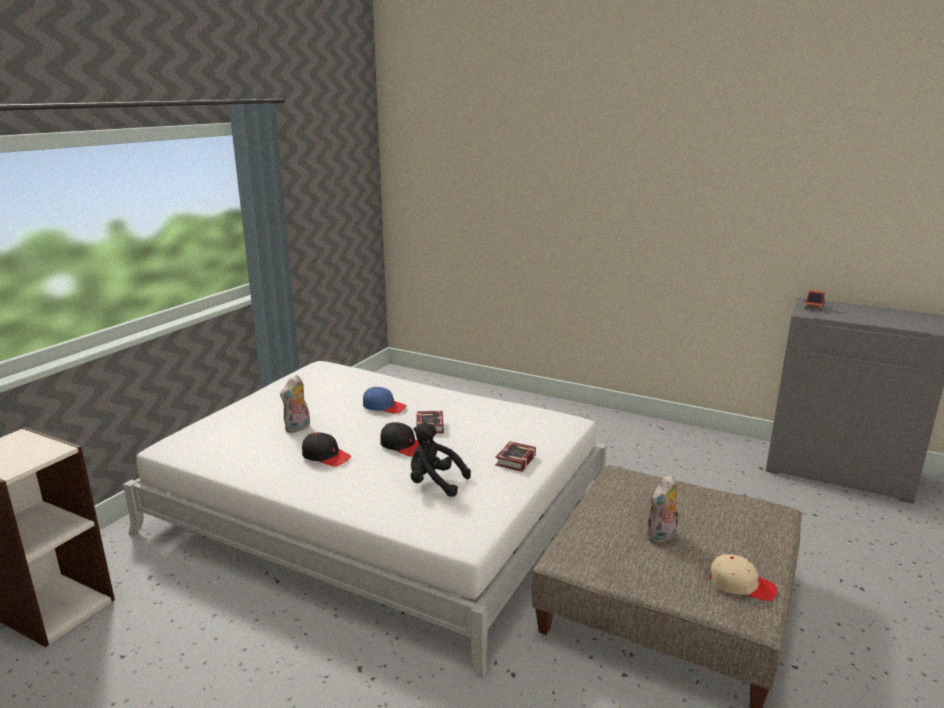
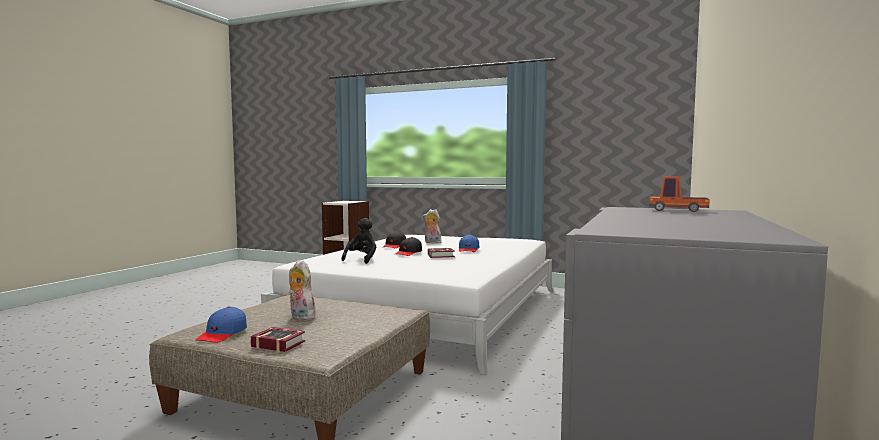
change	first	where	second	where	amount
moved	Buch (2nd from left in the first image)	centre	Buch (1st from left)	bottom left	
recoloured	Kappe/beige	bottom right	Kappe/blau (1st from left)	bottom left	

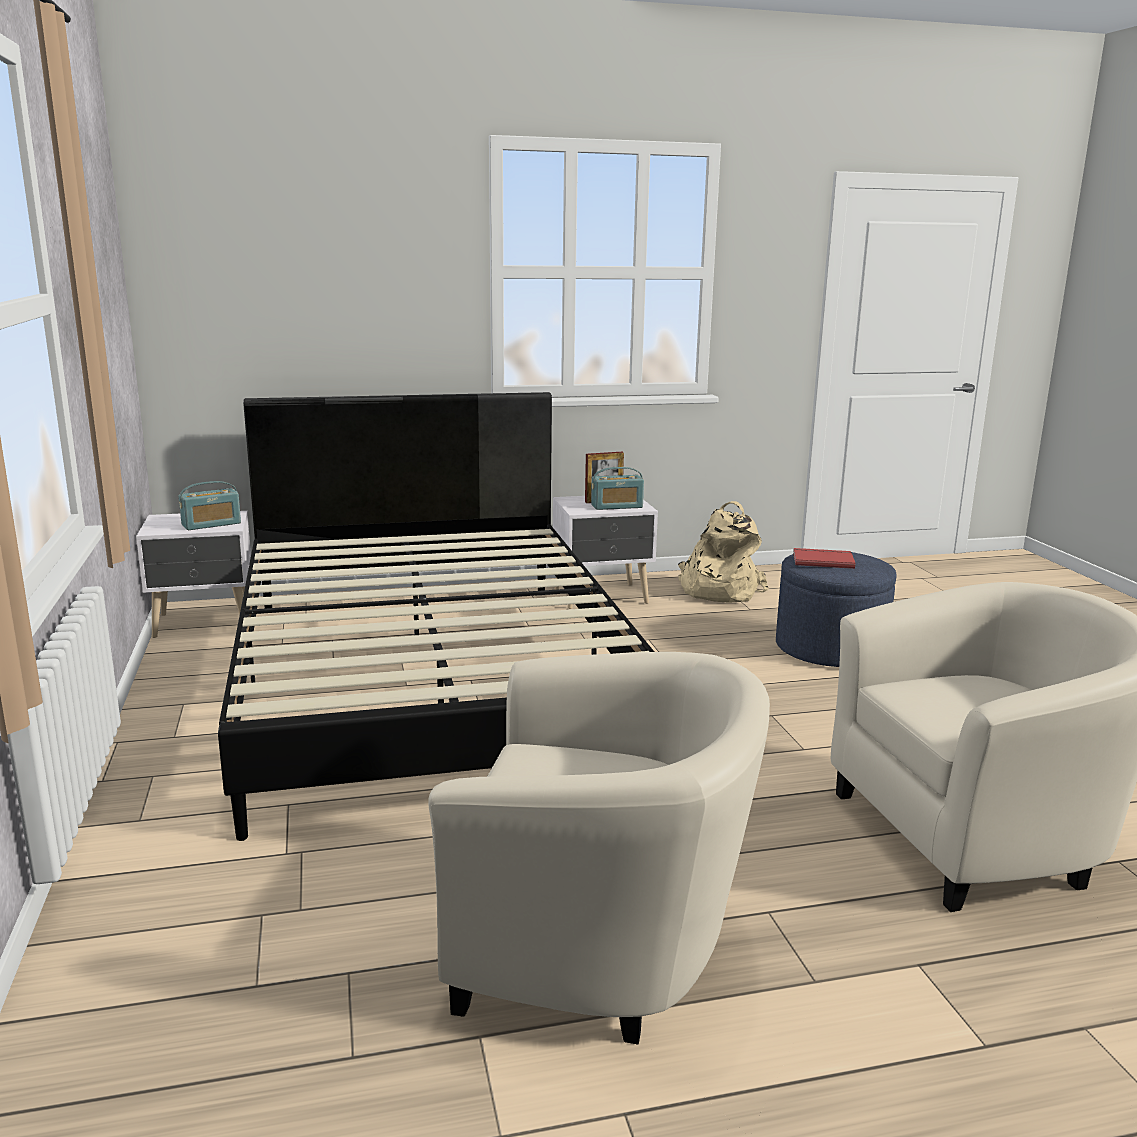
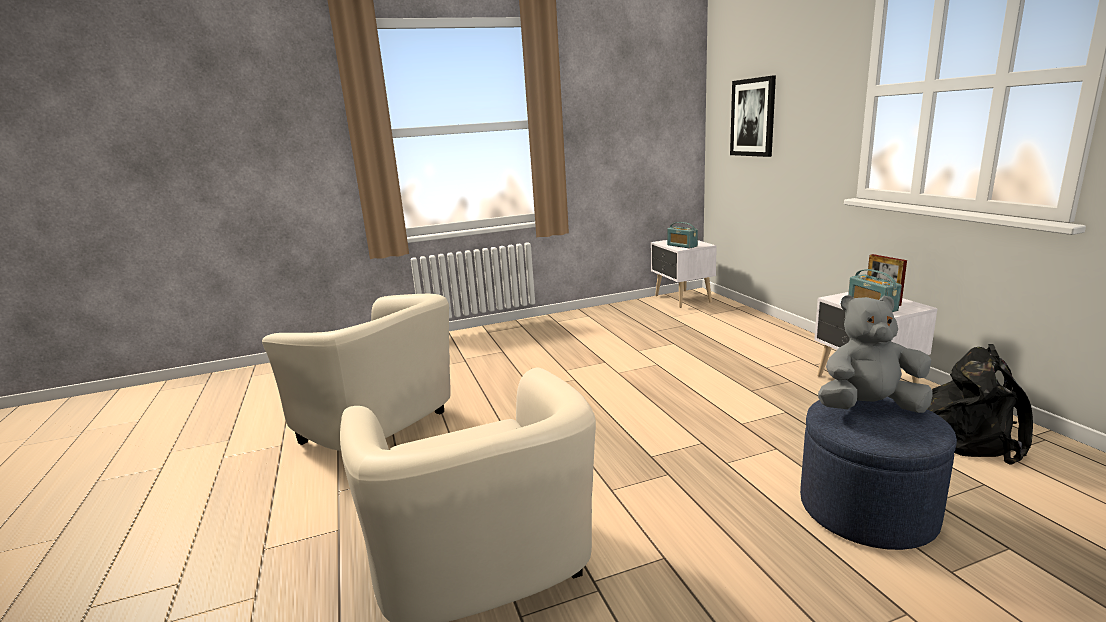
change	first	where	second	where	amount
removed	Bett/schwarz	centre			
turned	Sessel/beige (1st from left)	bottom centre		middle left	60 degrees counterclockwise
recoloured	Rucksack/beige	centre	Rucksack/schwarz	middle right	
replaced	Buch/rot	middle right	Plüschtier/grau	middle right	
added			Bild	top right	

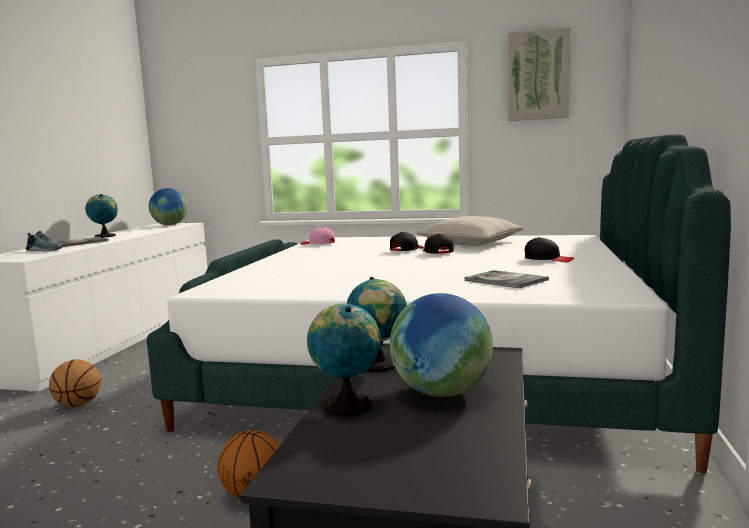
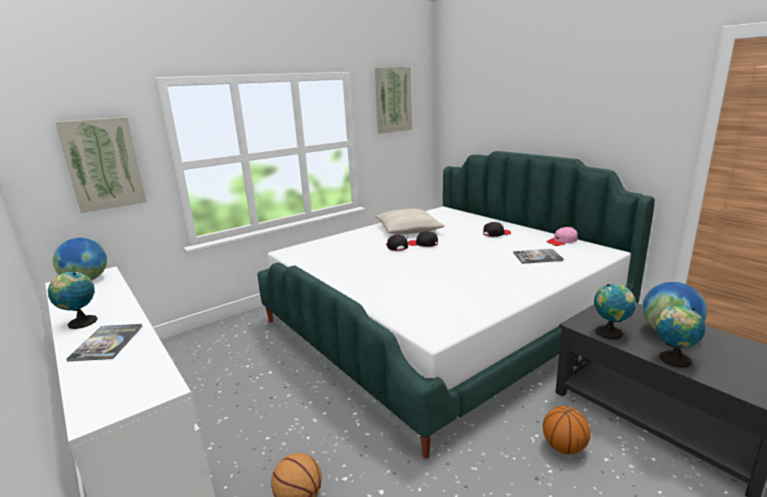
change	first	where	second	where	amount
removed	Schuh	middle left			
moved	Kappe/rosa	centre		middle right	
added			Bild (1st from left)	top left	

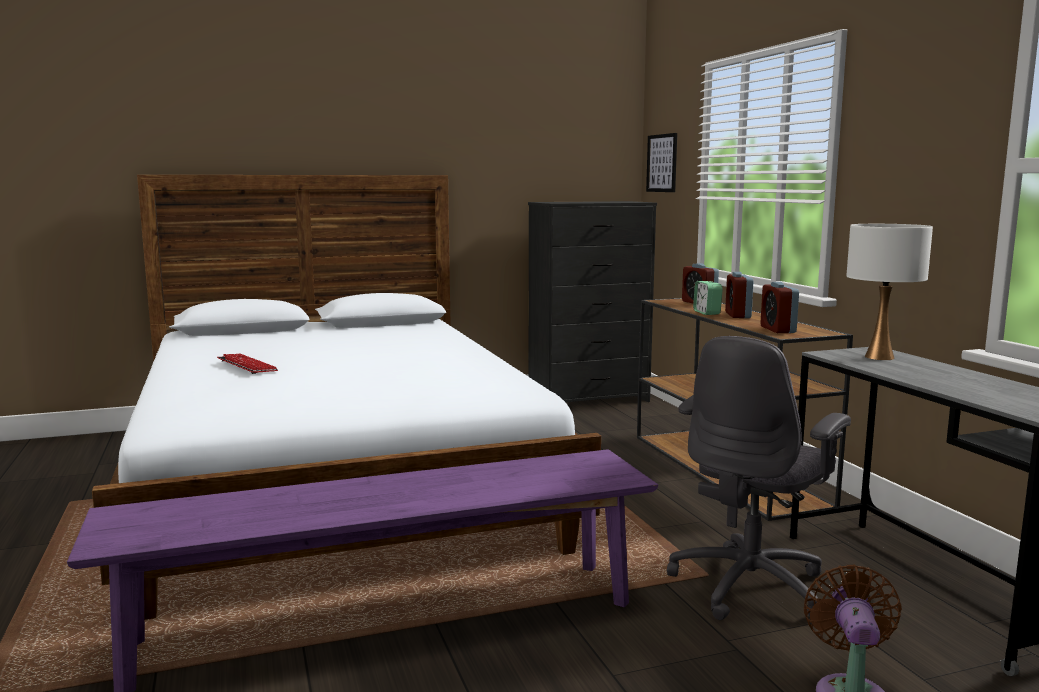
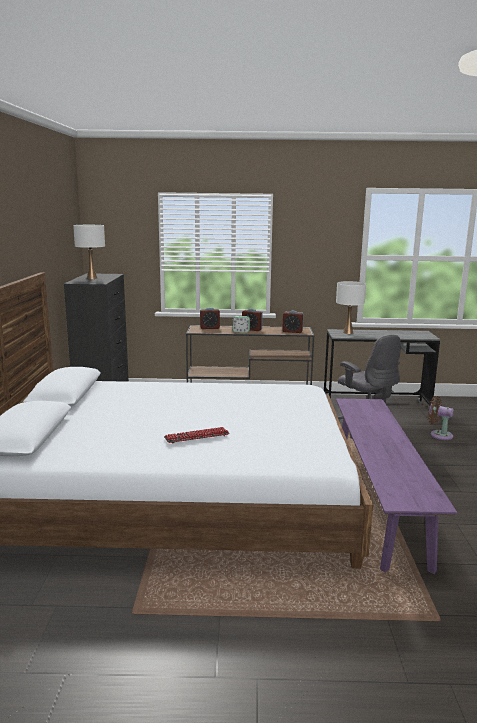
change	first	where	second	where	amount
removed	Bild	top centre			
added			Tischlampe/weiß (1st from left)	middle left	

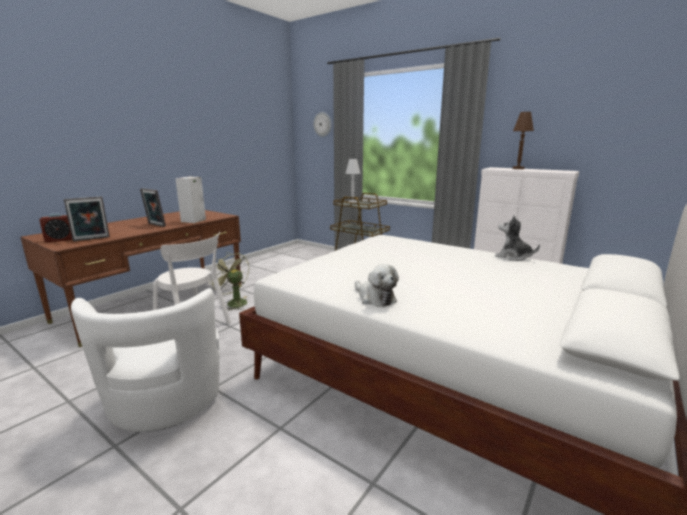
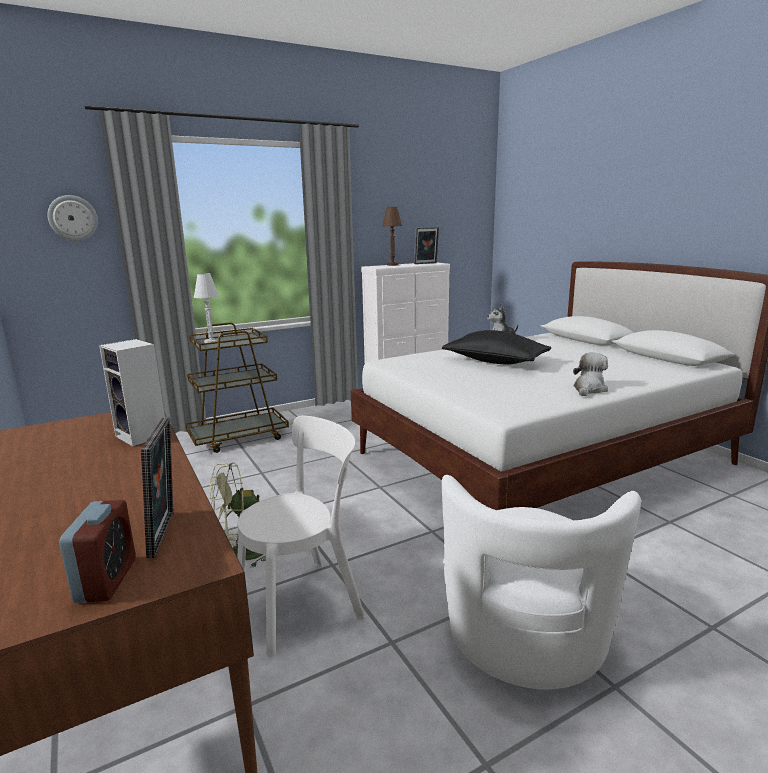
change	first	where	second	where	amount
turned	Sessel/weiß	bottom left		bottom right	90 degrees clockwise
moved	Bilderrahmen (2nd from left)	middle left		top centre	
turned	Plüschtier (1st from left in the first image)	centre	Plüschtier (2nd from left)	middle right	45 degrees counterclockwise
added			Kissen/schwarz	centre	

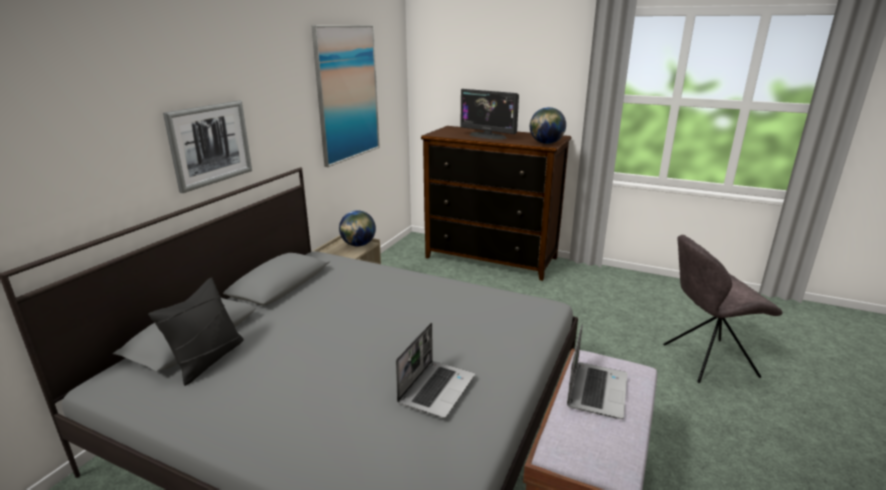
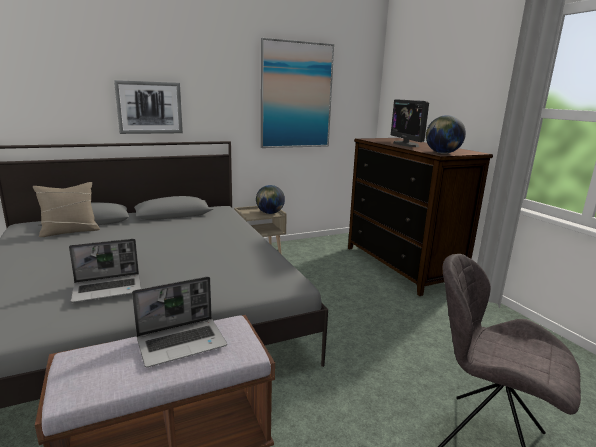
change	first	where	second	where	amount
recoloured	Kissen/schwarz	bottom left	Kissen/beige	middle left	

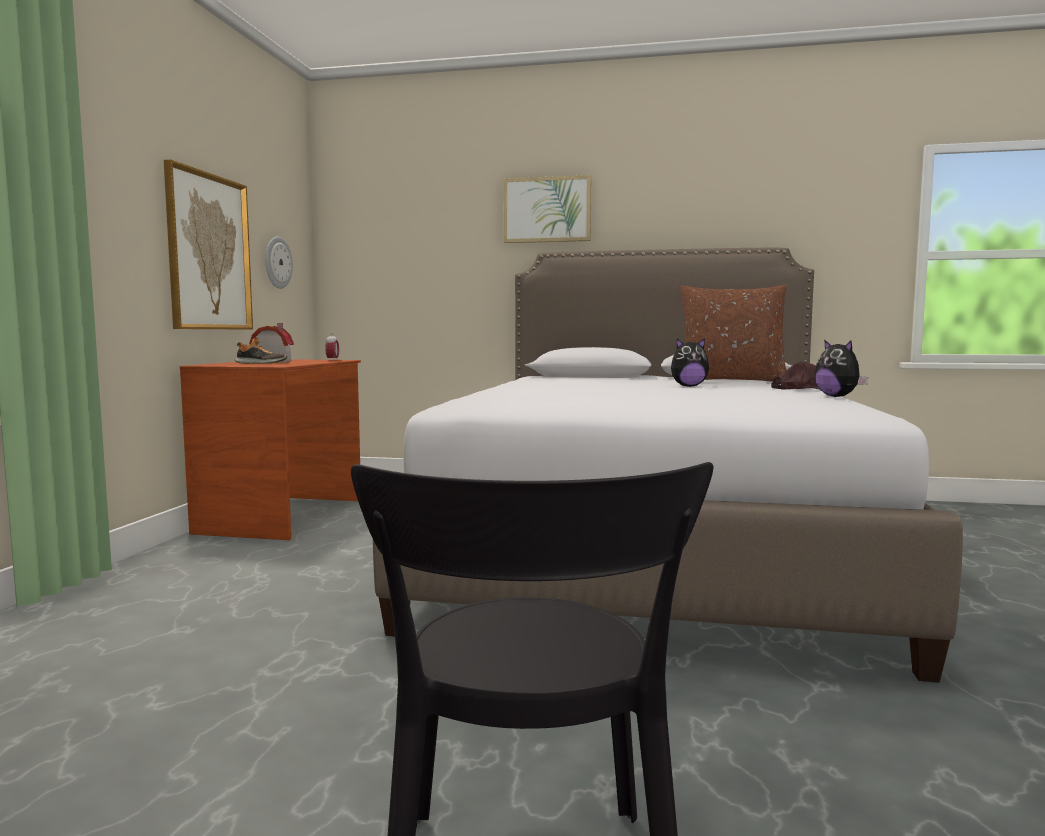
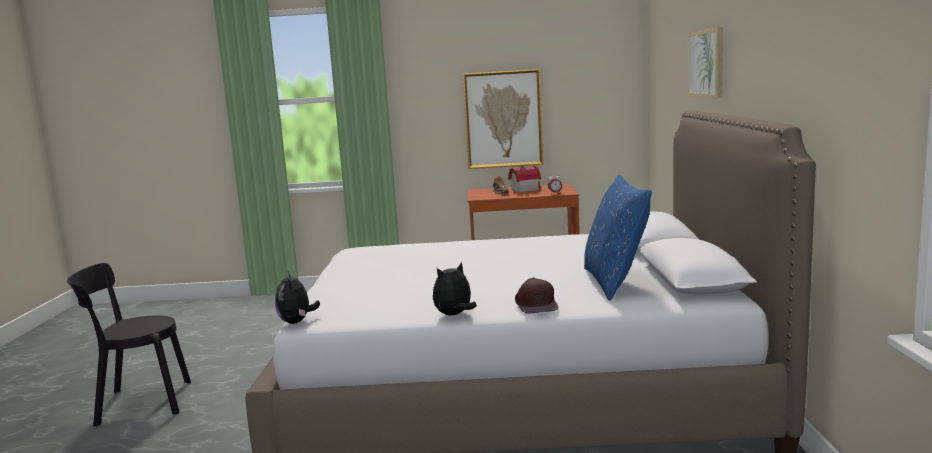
change	first	where	second	where	amount
removed	Wanduhr	top left			
moved	Plüschtier (1st from left)	centre		middle left	
recoloured	Kissen/braun	middle right	Kissen/blau	centre	

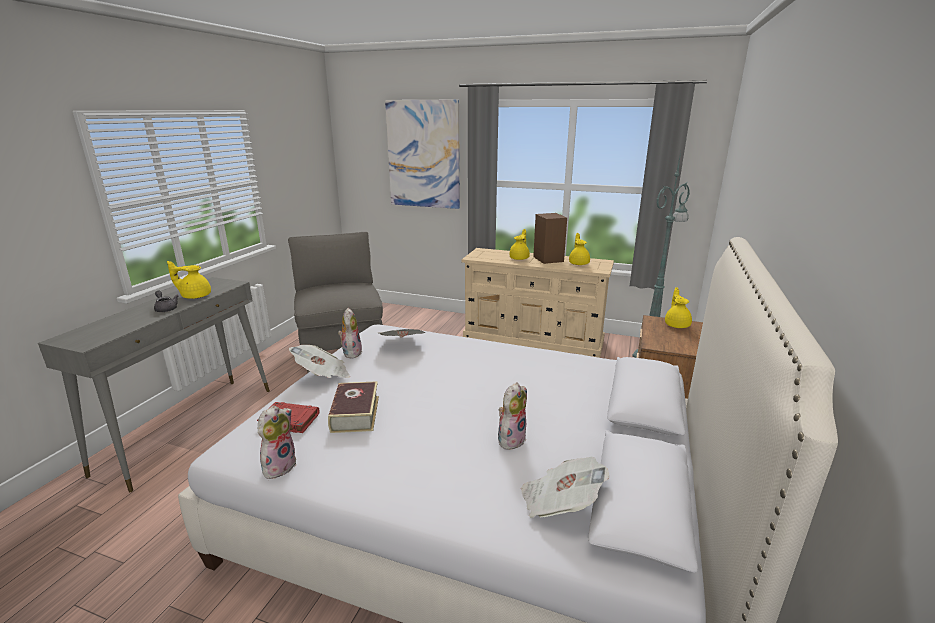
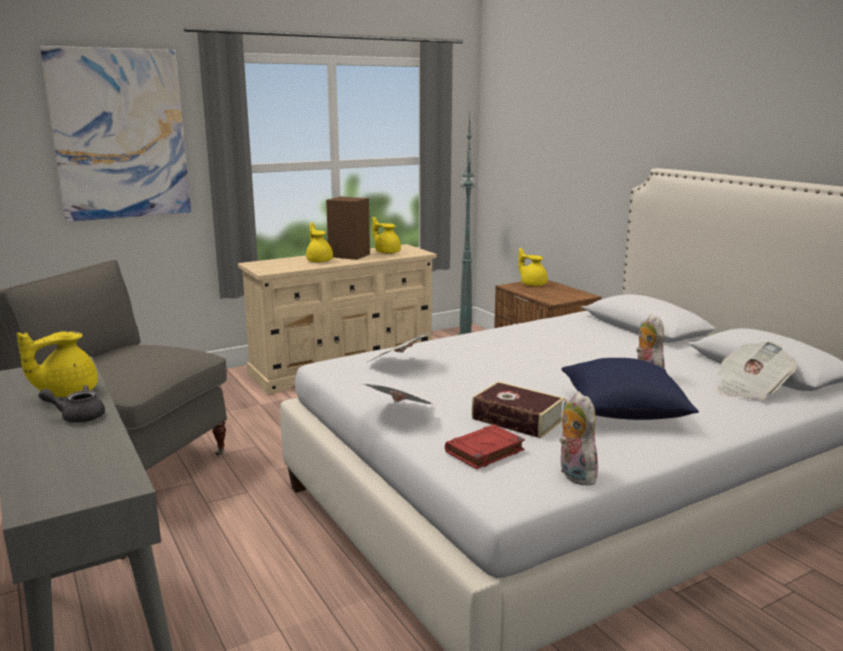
change	first	where	second	where	amount
removed	Plüschtier (2nd from left)	centre			
added			Kissen/blau	middle right	

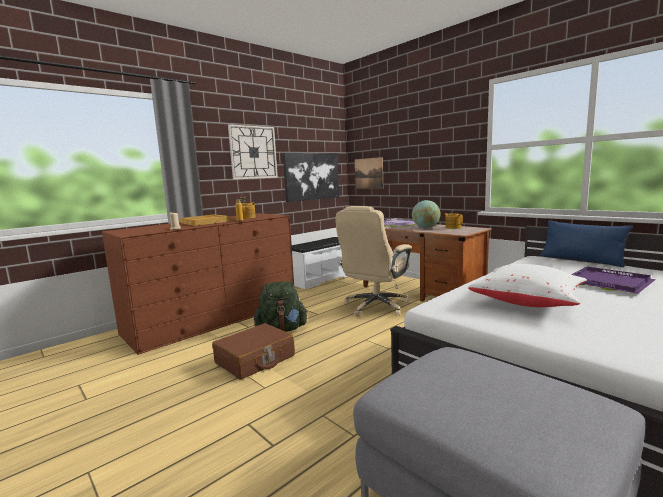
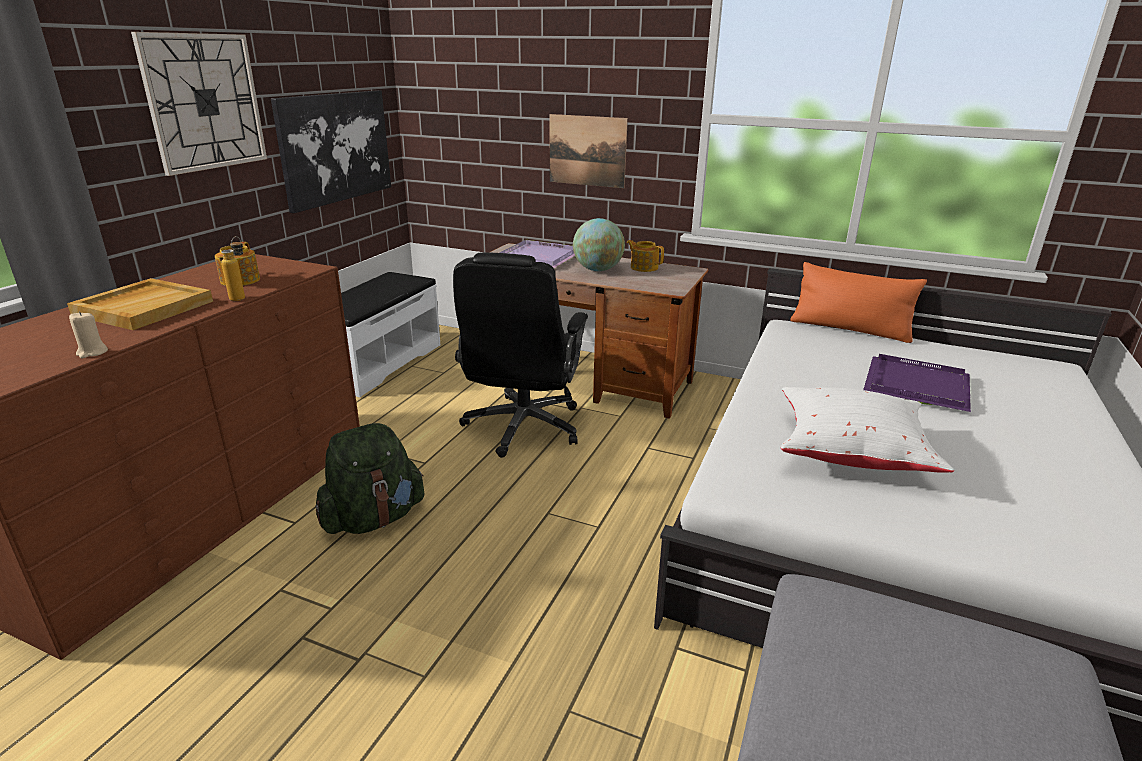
change	first	where	second	where	amount
removed	Koffer/braun	bottom centre			
recoloured	Bürostuhl/beige	centre	Bürostuhl/schwarz	centre	
moved	Bild (2nd from left)	centre		top centre	
recoloured	Kissen/blau	middle right	Kissen/orange	middle right	

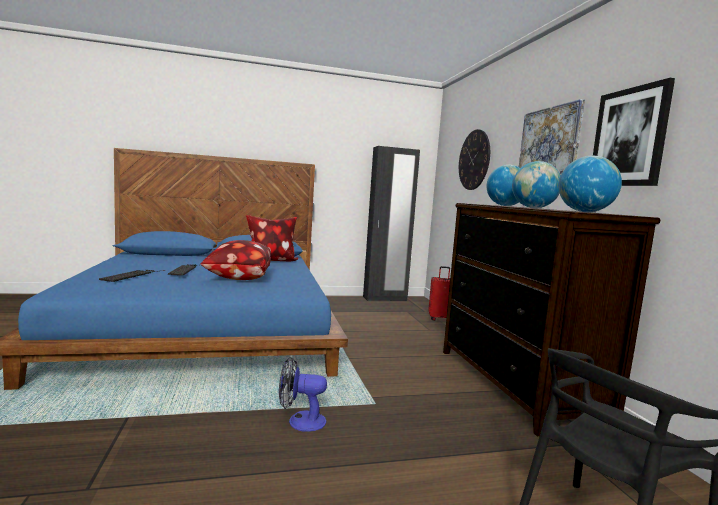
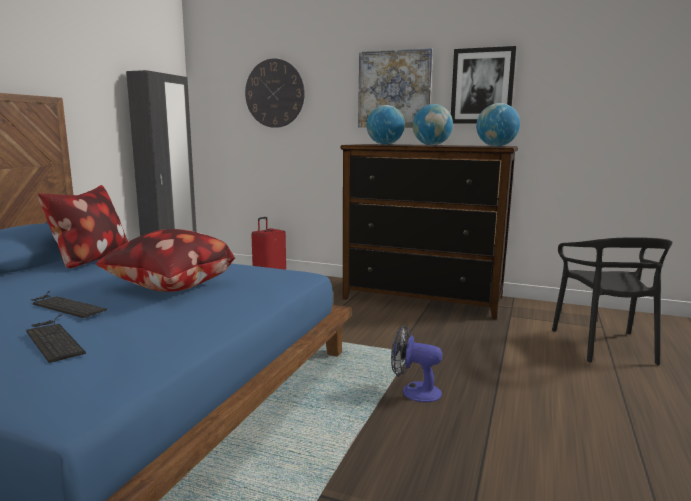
change	first	where	second	where	amount
turned	Ventilator	bottom centre		bottom centre	75 degrees clockwise

